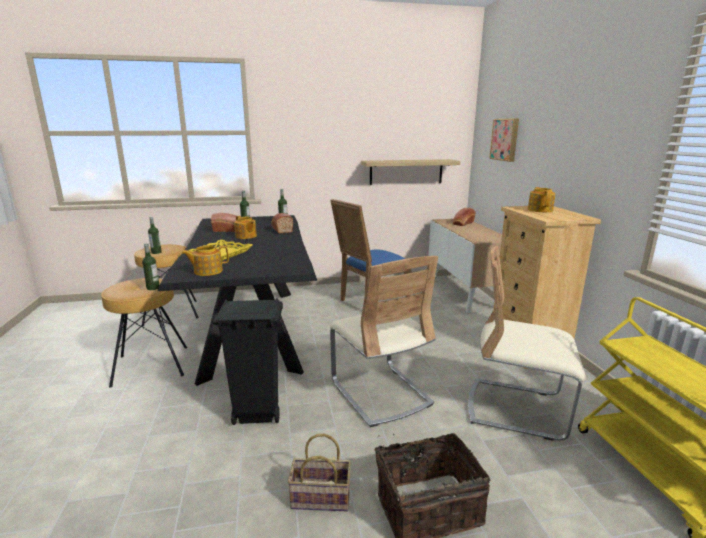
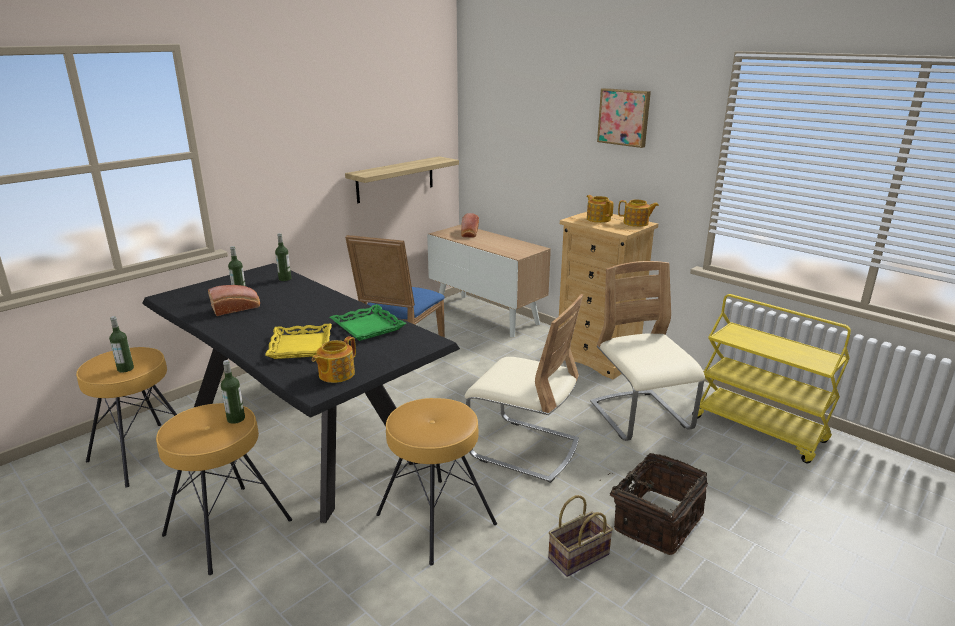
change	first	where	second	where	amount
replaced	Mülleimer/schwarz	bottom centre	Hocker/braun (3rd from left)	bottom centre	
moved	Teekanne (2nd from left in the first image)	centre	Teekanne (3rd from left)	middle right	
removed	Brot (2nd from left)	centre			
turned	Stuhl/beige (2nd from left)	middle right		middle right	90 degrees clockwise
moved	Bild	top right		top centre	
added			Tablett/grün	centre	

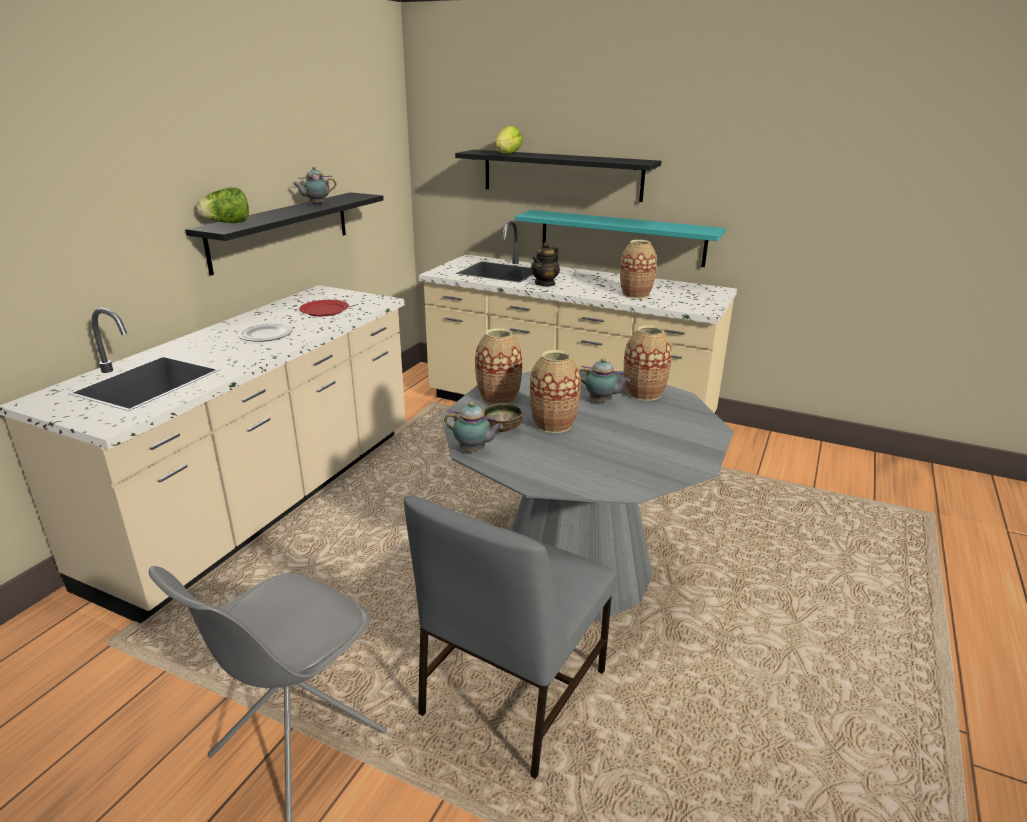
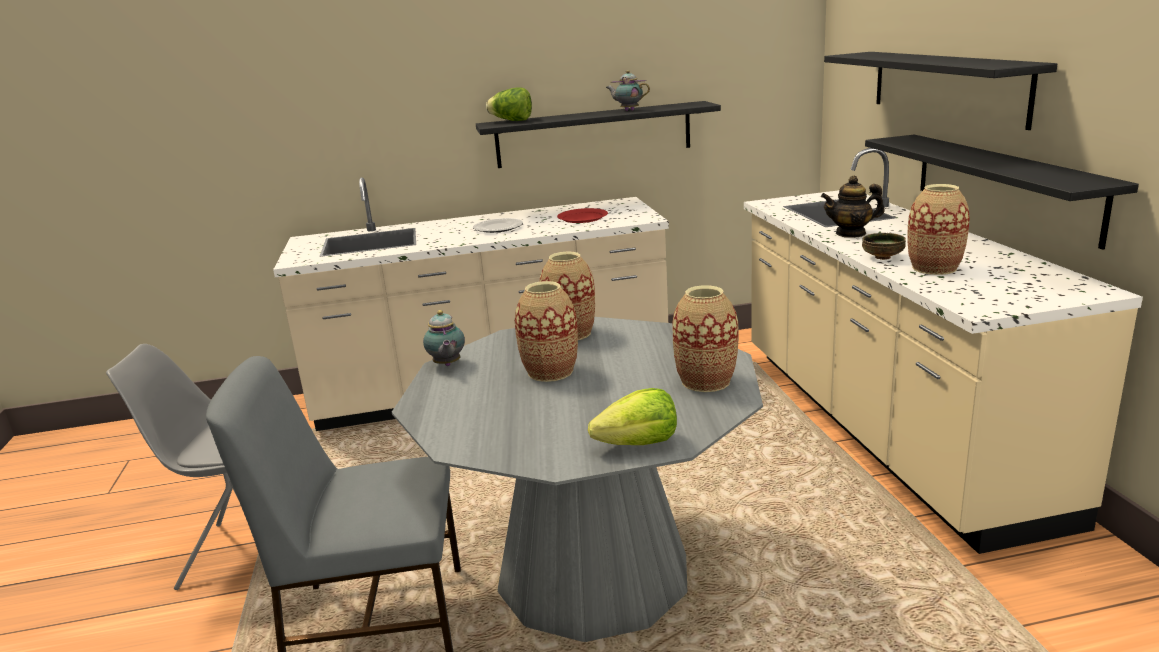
change	first	where	second	where	amount
moved	Schüssel	centre		middle right	
moved	Salatkopf (2nd from left)	top centre		centre	
recoloured	Wandregal/türkis	top centre	Wandregal/schwarz (3rd from left)	top right	
removed	Teekanne (4th from left)	centre			

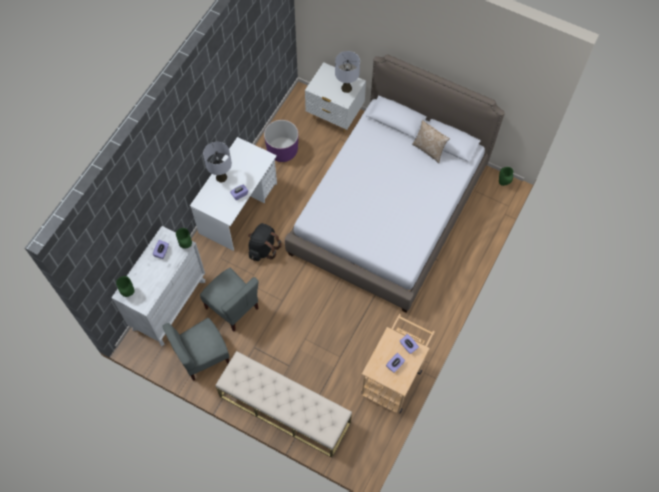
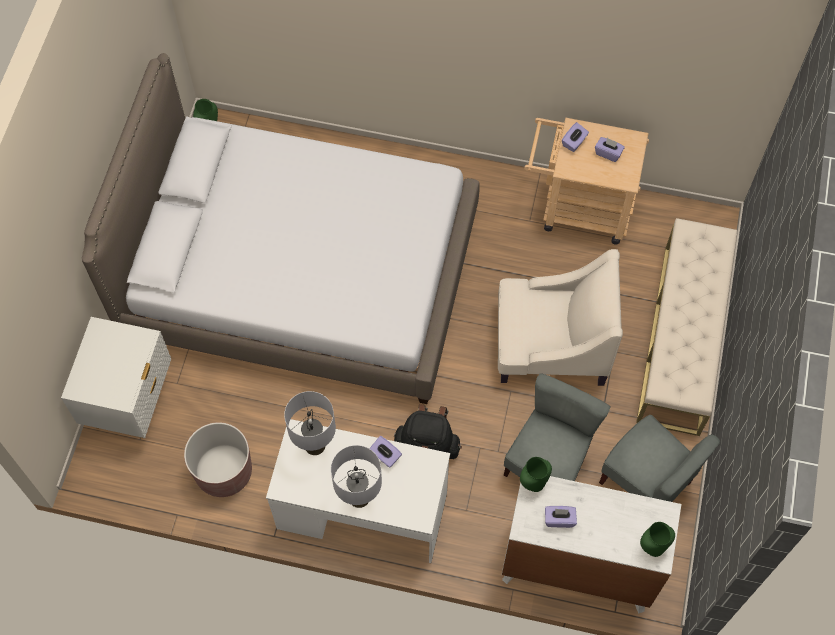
change	first	where	second	where	amount
recoloured	Pflanzkübel/lila	top centre	Pflanzkübel/braun	bottom left	
moved	Tischlampe/grau (2nd from left in the first image)	top centre	Tischlampe/grau (1st from left)	centre	
removed	Kissen	top centre			
added			Sessel/beige	middle right	

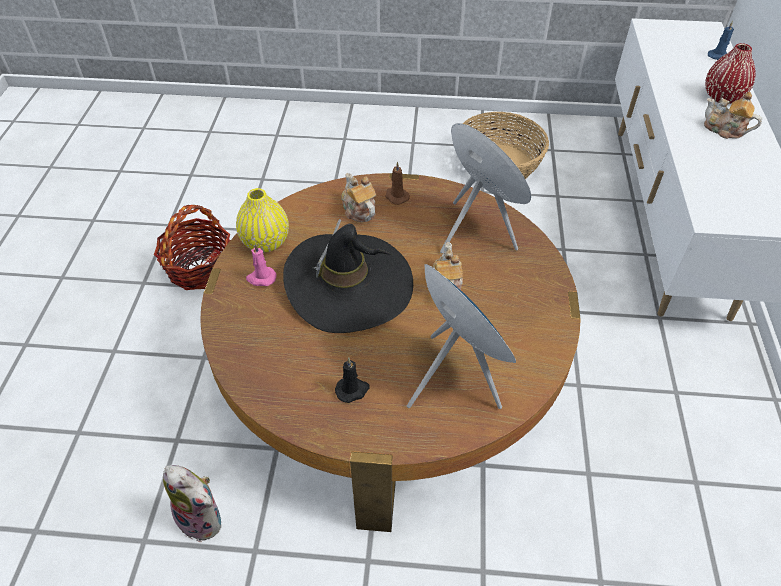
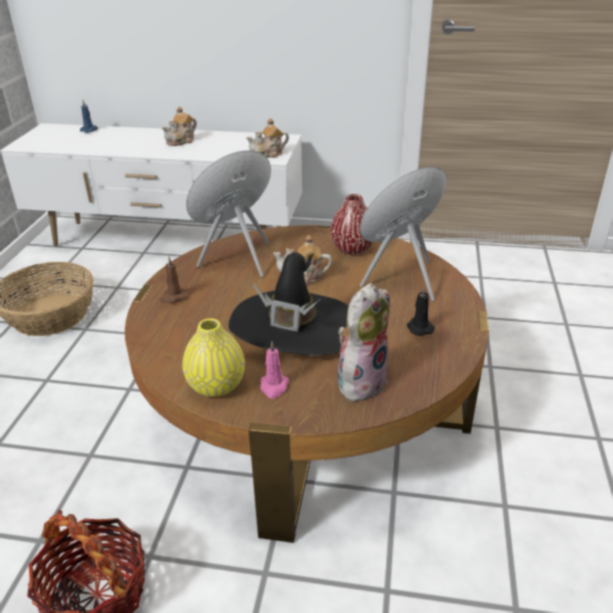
change	first	where	second	where	amount
moved	Plüschtier	bottom left		centre	
moved	Teekanne (1st from left in the first image)	centre	Teekanne (2nd from left)	top centre	
moved	Vase/rot	top right		centre	

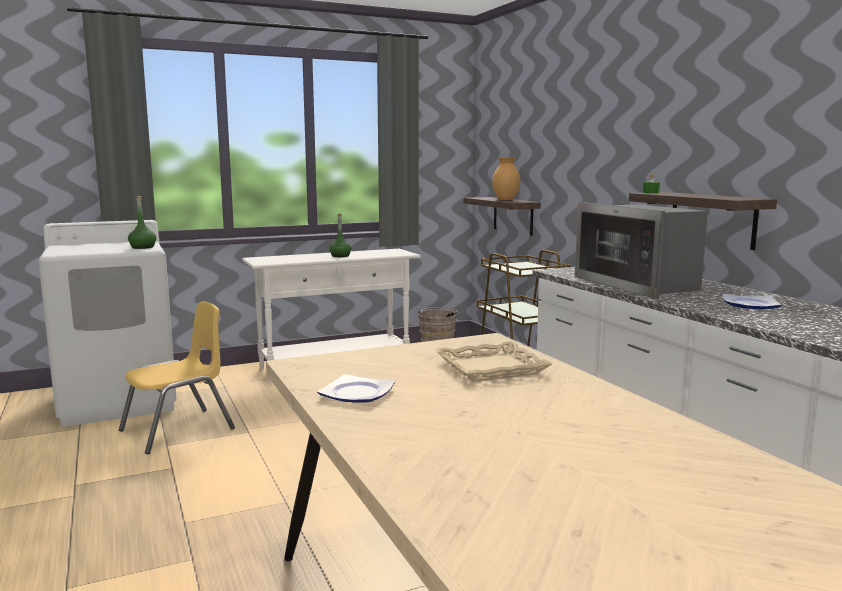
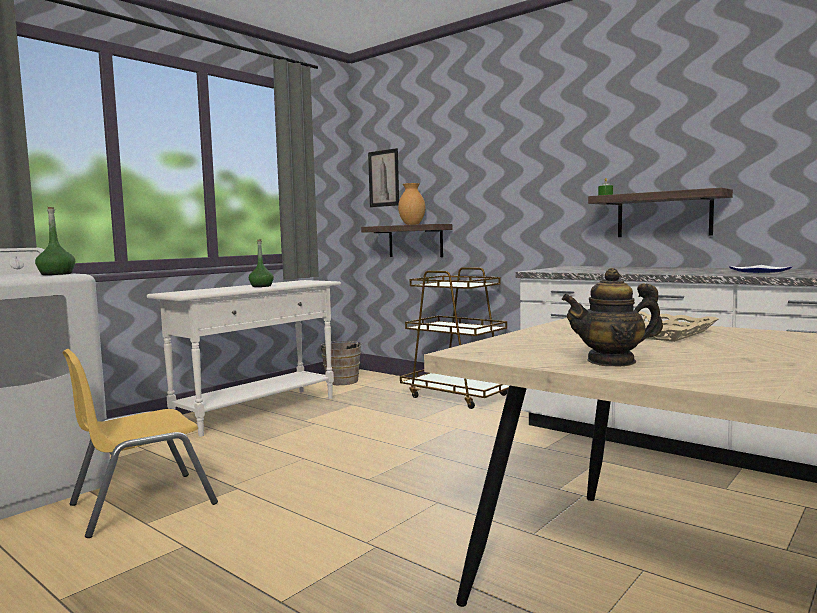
change	first	where	second	where	amount
turned	Stuhl/gelb	middle left		bottom left	150 degrees counterclockwise
replaced	Teller (1st from left)	centre	Teekanne	middle right	
removed	Mikrowelle	middle right			
added			Bild	top centre	

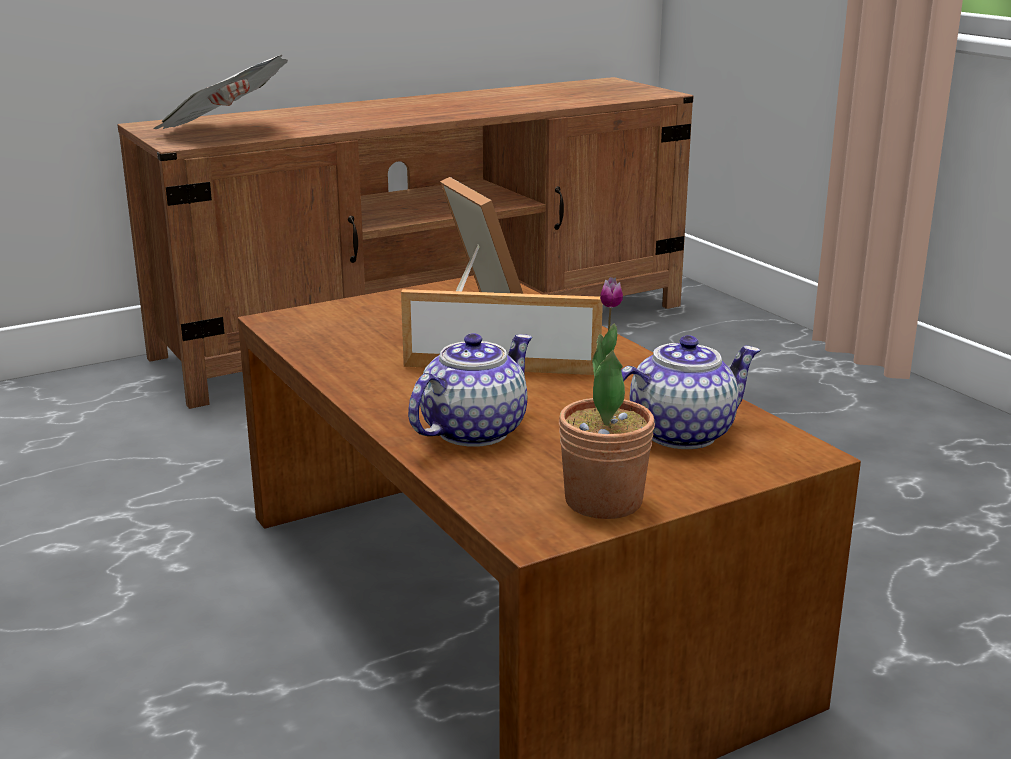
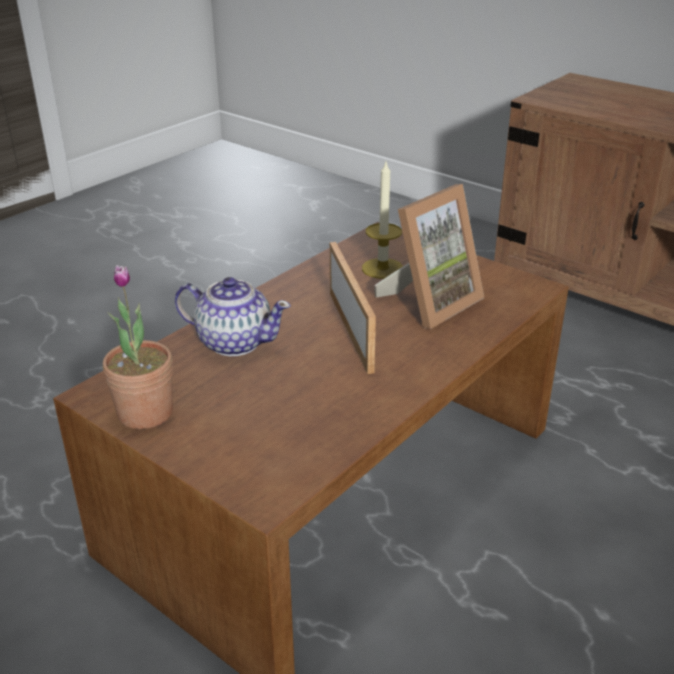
change	first	where	second	where	amount
removed	Zeitung	top left			
removed	Teekanne (2nd from left)	middle right			
added			Kerze	top centre	

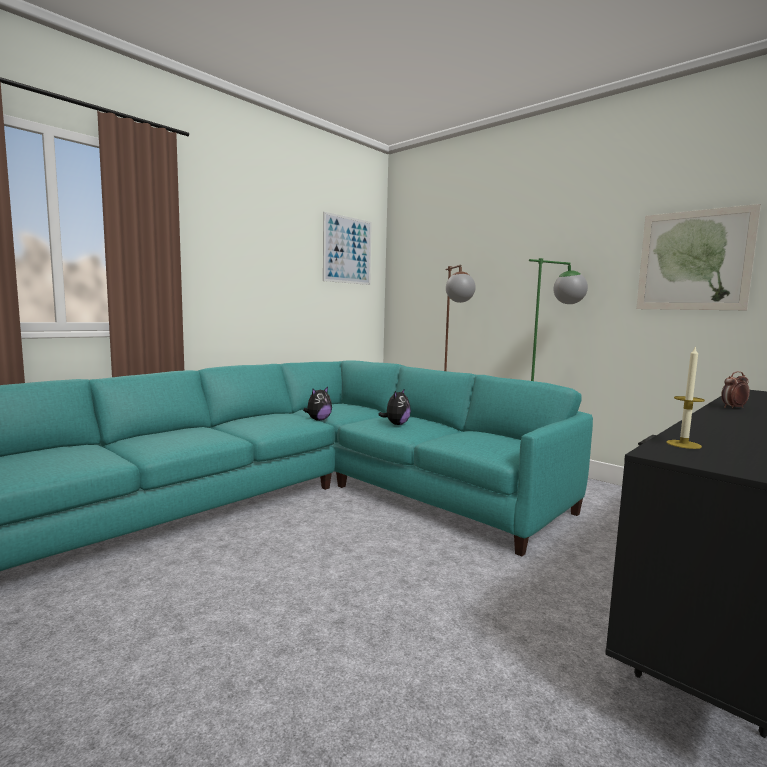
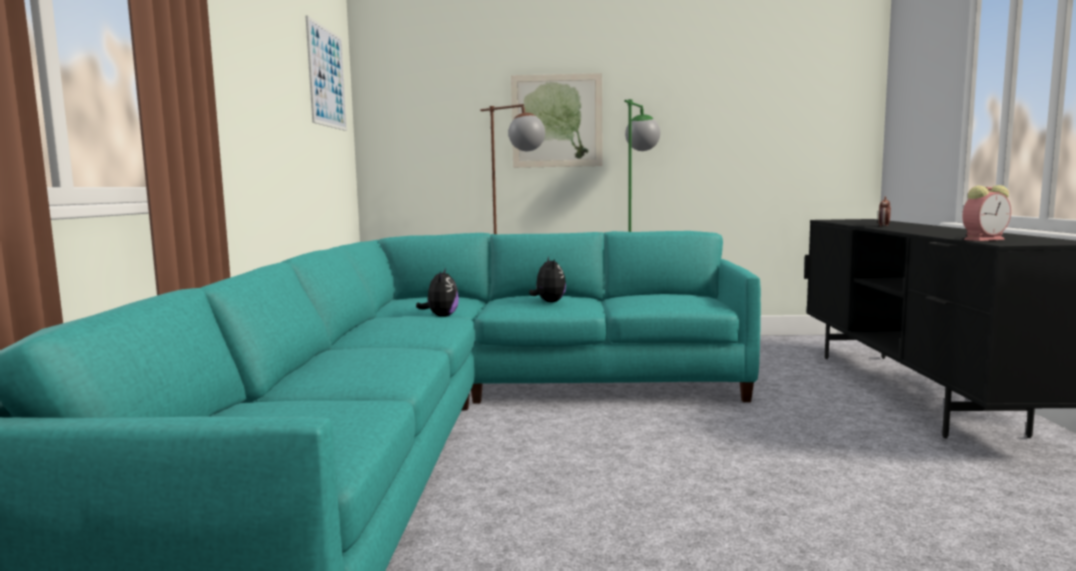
change	first	where	second	where	amount
moved	Bild (2nd from left)	middle right		top centre	
replaced	Kerze	middle right	Wecker (2nd from left)	middle right	

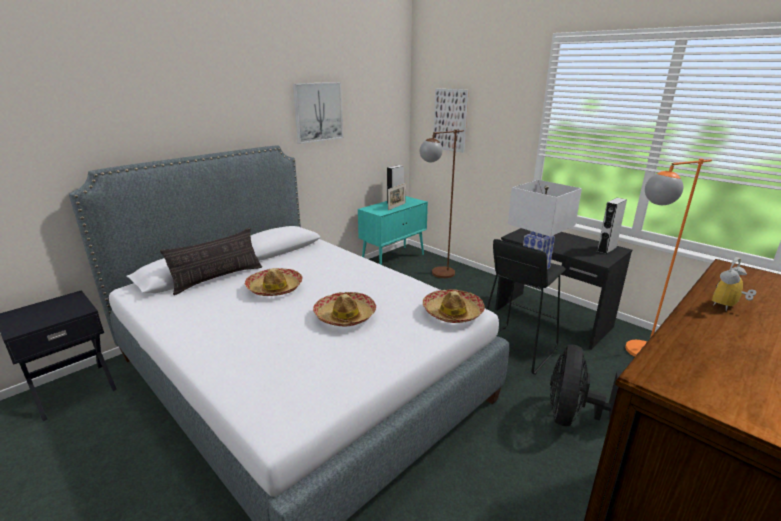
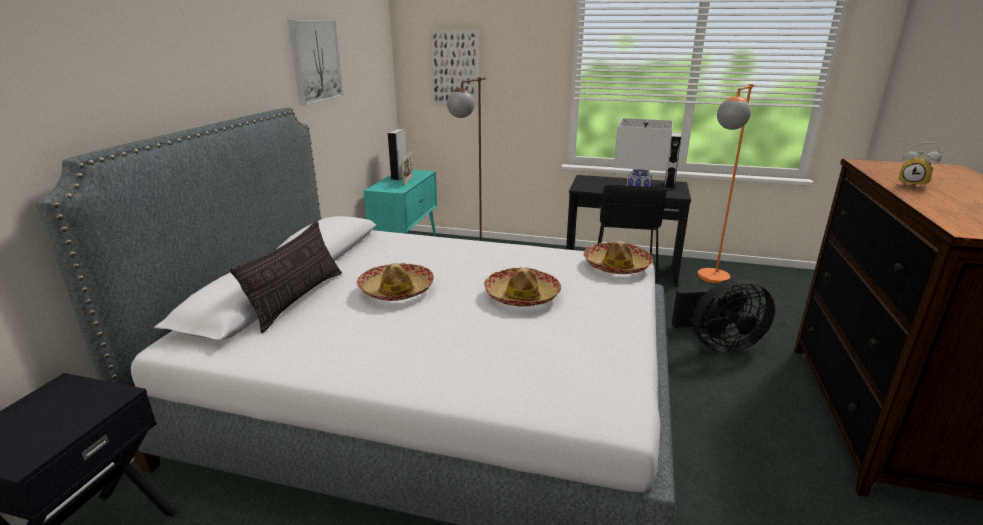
change	first	where	second	where	amount
turned	Ventilator/schwarz	bottom right		middle right	90 degrees counterclockwise
turned	Wecker	middle right		top right	75 degrees counterclockwise

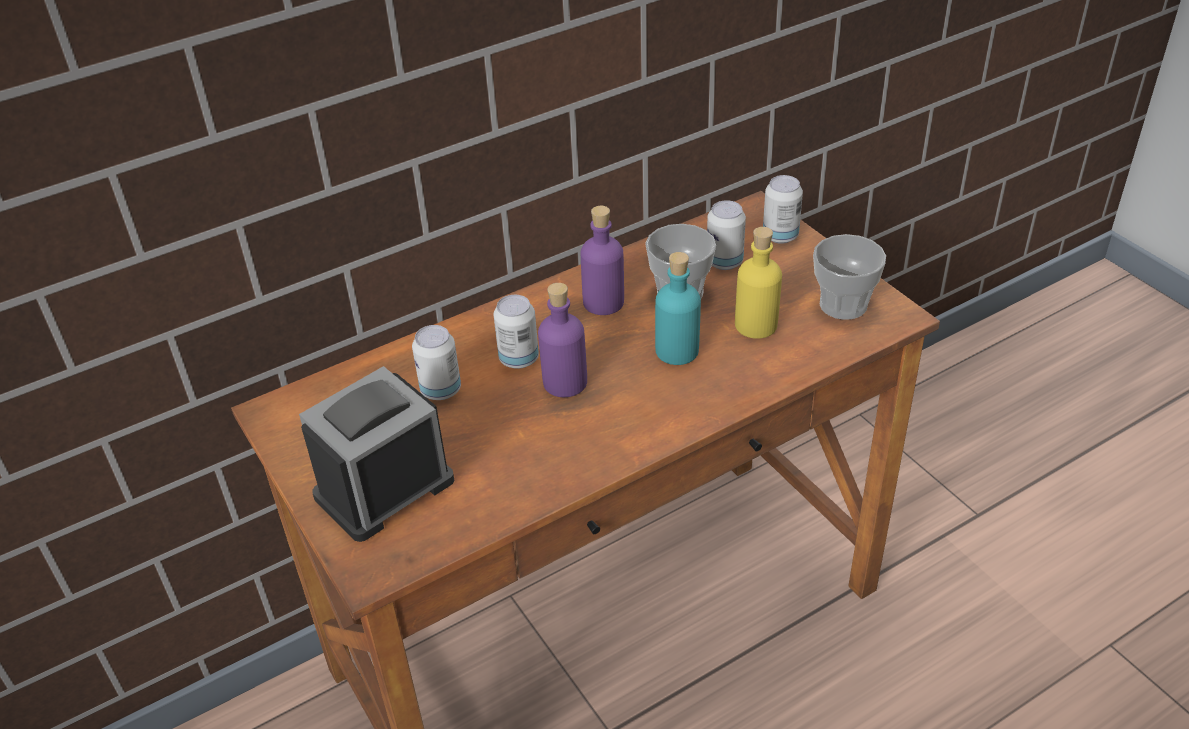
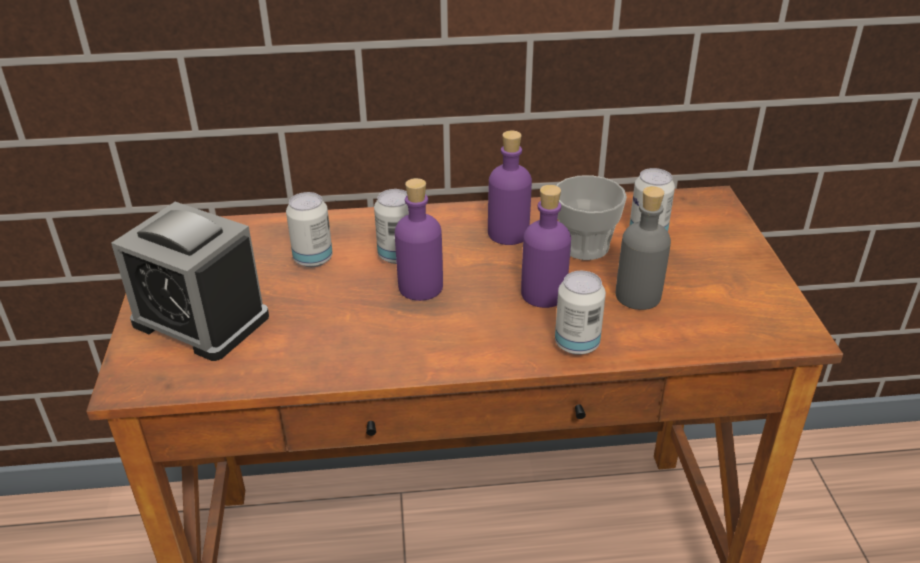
change	first	where	second	where	amount
turned	Wecker	middle left		middle left	135 degrees counterclockwise
recoloured	Flasche/türkis	centre	Flasche/lila (3rd from left)	centre	
recoloured	Flasche/gelb	centre	Flasche/grau	middle right	
moved	Dose (4th from left in the first image)	top centre	Dose (3rd from left)	centre	
removed	Tasse (2nd from left)	middle right			

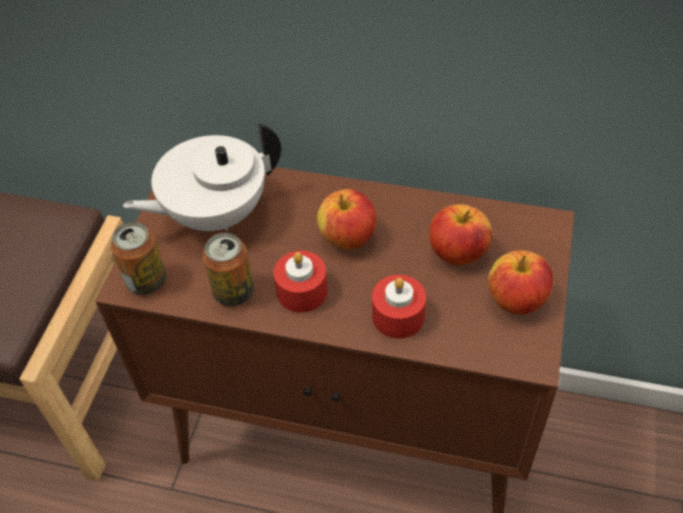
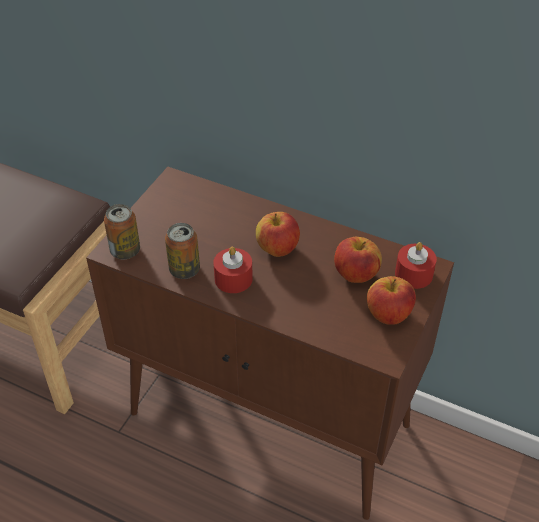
change	first	where	second	where	amount
removed	Teekanne/weiß	middle left			
moved	Kerze/rot (2nd from left)	centre		middle right	

